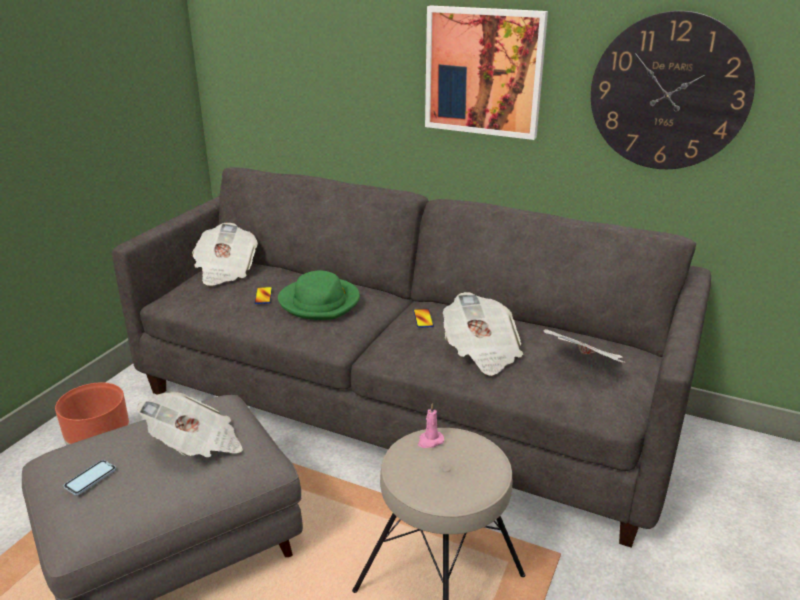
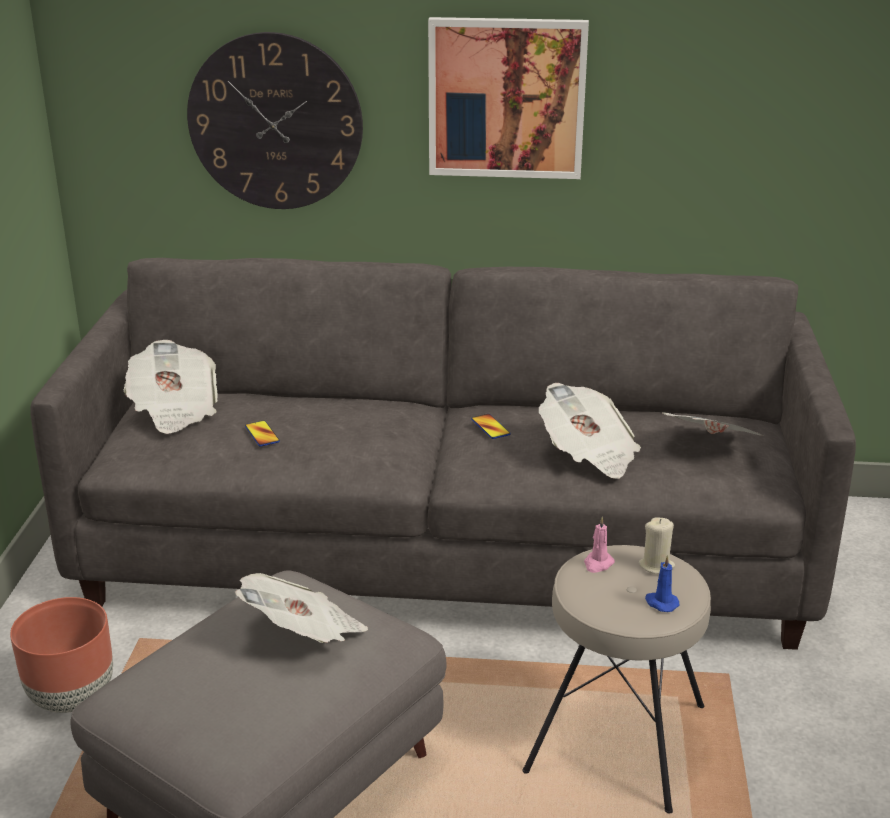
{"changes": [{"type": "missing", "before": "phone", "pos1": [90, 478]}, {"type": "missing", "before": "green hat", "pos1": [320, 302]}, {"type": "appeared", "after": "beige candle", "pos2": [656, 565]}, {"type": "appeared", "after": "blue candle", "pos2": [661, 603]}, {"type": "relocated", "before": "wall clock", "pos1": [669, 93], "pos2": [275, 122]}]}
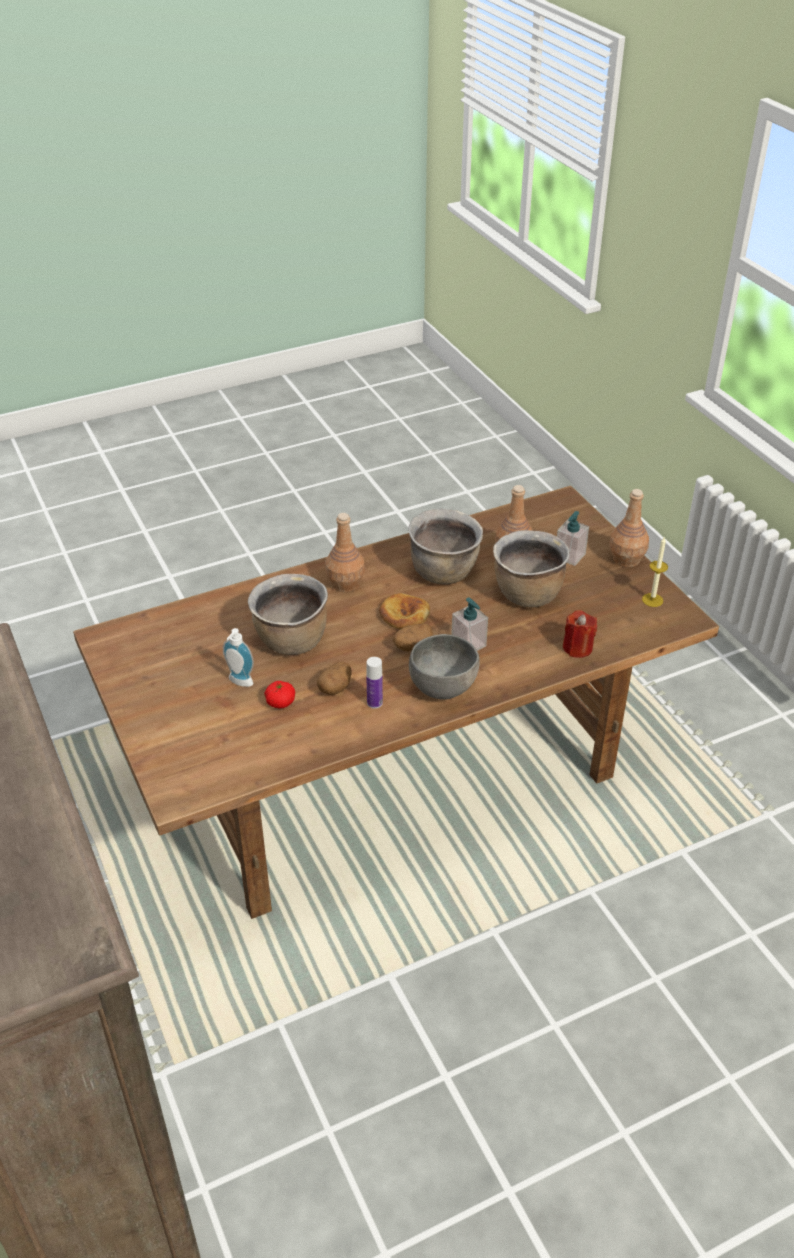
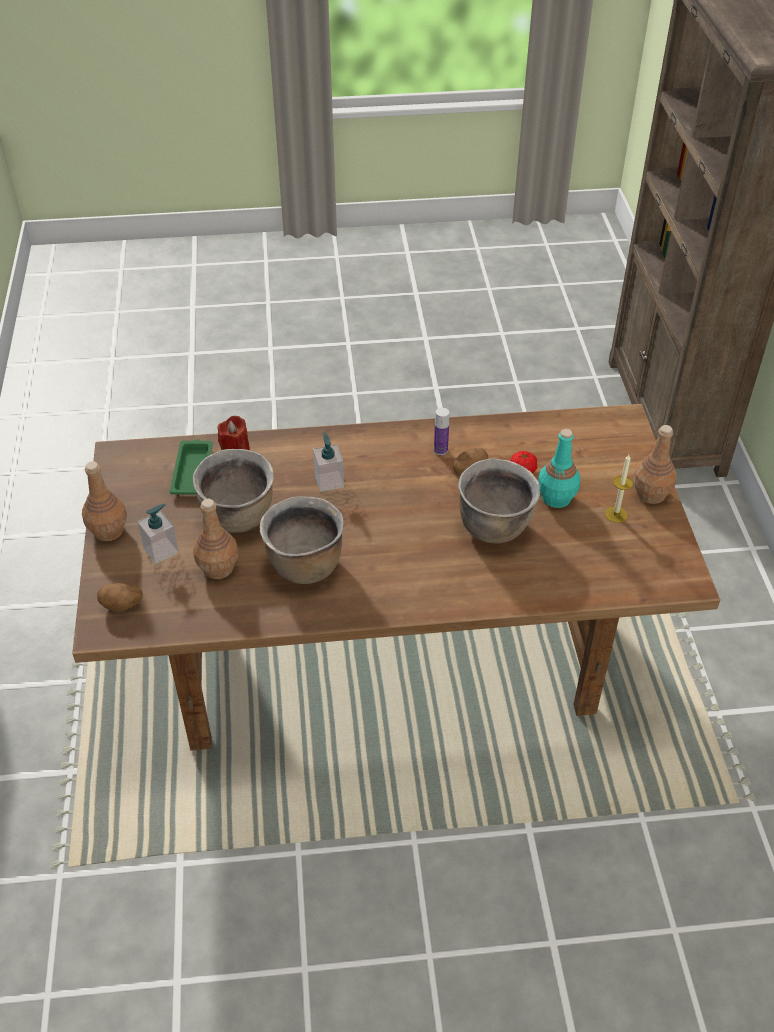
{"changes": [{"type": "missing", "before": "bread", "pos1": [404, 615]}, {"type": "missing", "before": "grey bowl", "pos1": [443, 688]}, {"type": "appeared", "after": "green tray", "pos2": [192, 470]}, {"type": "relocated", "before": "brown bottle", "pos1": [345, 584], "pos2": [651, 494]}, {"type": "relocated", "before": "potato", "pos1": [412, 647], "pos2": [122, 605]}, {"type": "relocated", "before": "candle", "pos1": [652, 600], "pos2": [616, 514]}, {"type": "exchanged", "before": "soap dispenser", "after": "turquoise bottle", "pos1": [239, 683], "pos2": [555, 498]}]}
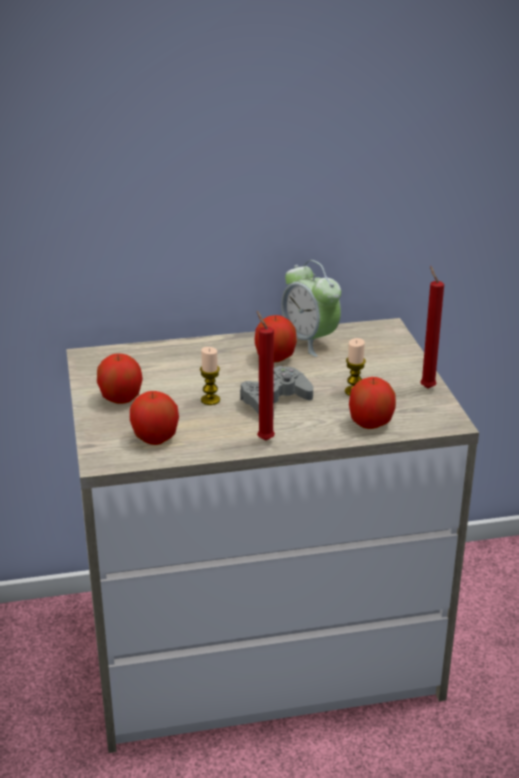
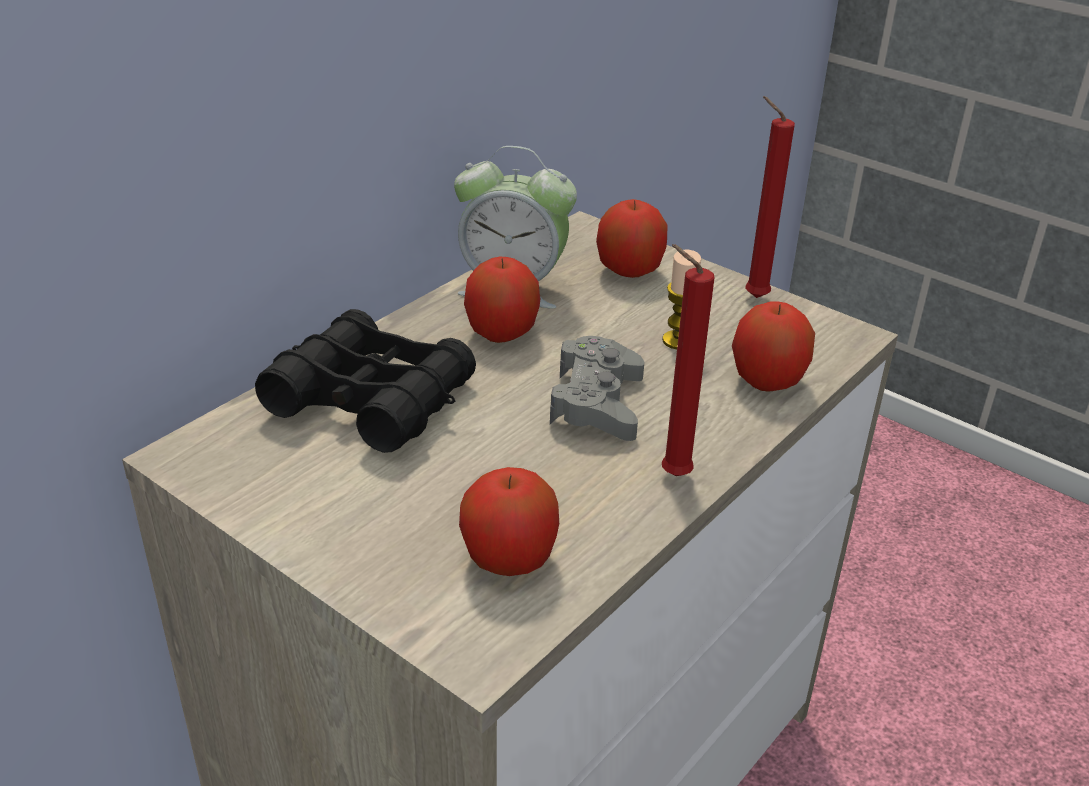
{"changes": [{"type": "missing", "before": "candle", "pos1": [210, 400]}, {"type": "appeared", "after": "black binoculars", "pos2": [371, 399]}, {"type": "relocated", "before": "apple", "pos1": [121, 399], "pos2": [629, 271]}]}
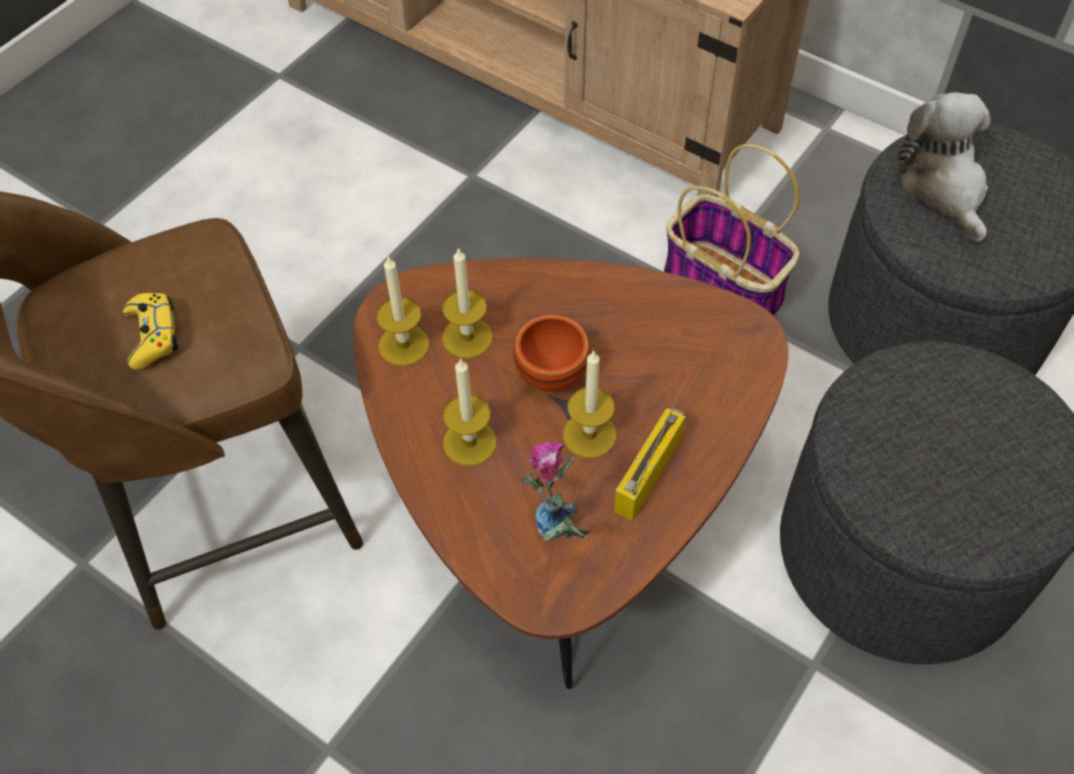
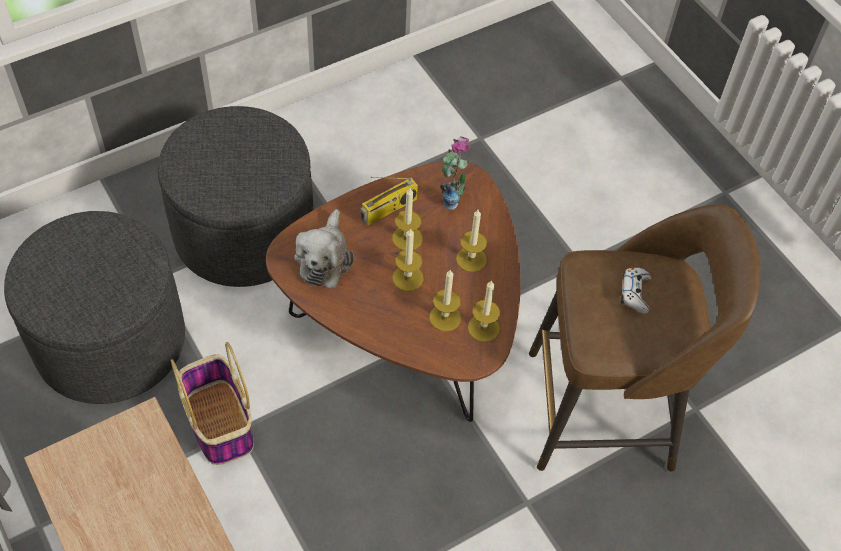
{"changes": [{"type": "relocated", "before": "plush toy", "pos1": [943, 188], "pos2": [324, 258]}, {"type": "exchanged", "before": "brown bowl", "after": "candle", "pos1": [552, 372], "pos2": [407, 278]}, {"type": "colour", "before": "yellow game controller", "after": "white game controller", "pos1": [152, 336], "pos2": [635, 293]}]}
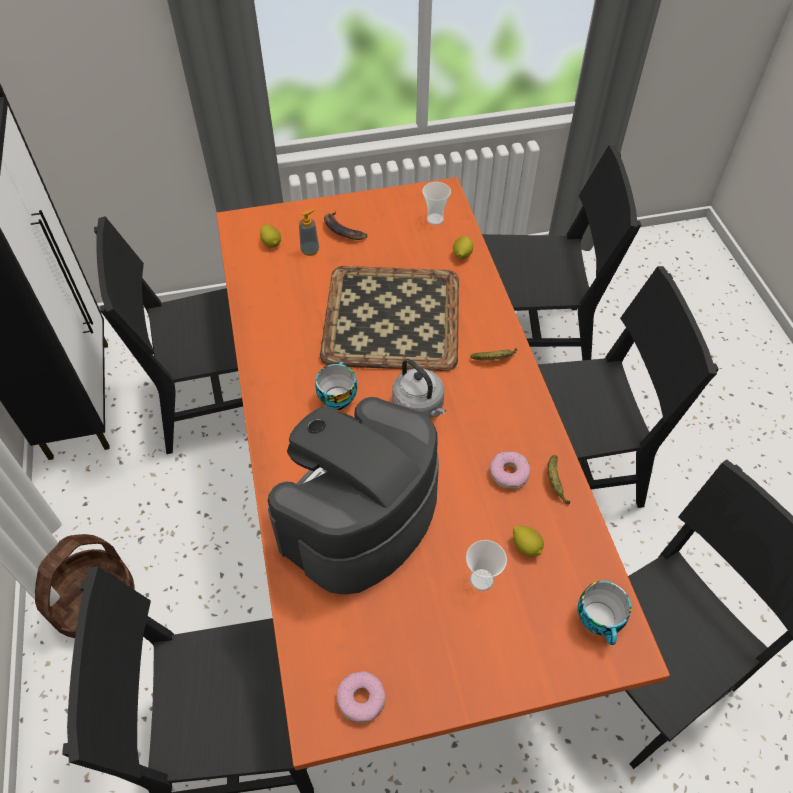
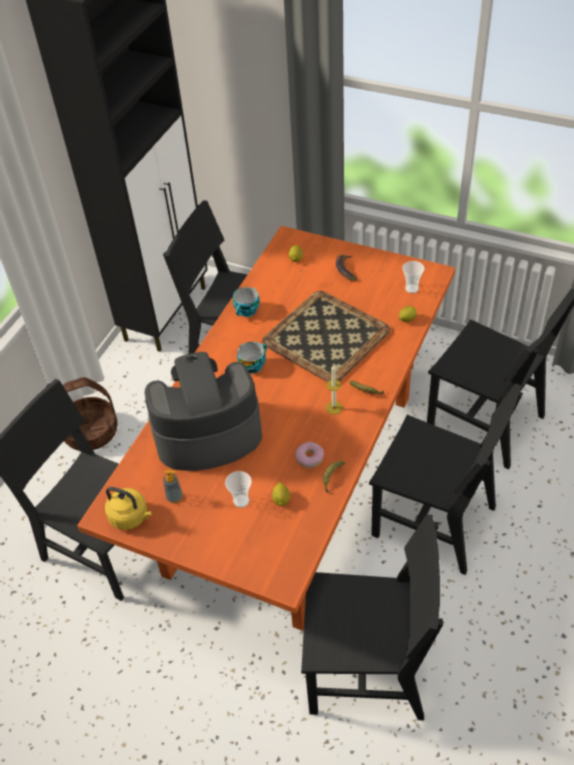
{"changes": [{"type": "missing", "before": "grey kettle", "pos1": [420, 407]}, {"type": "appeared", "after": "candle", "pos2": [334, 407]}, {"type": "relocated", "before": "soap dispenser", "pos1": [310, 250], "pos2": [174, 497]}, {"type": "relocated", "before": "cup", "pos1": [600, 620], "pos2": [247, 311]}, {"type": "exchanged", "before": "donut", "after": "yellow kettle", "pos1": [361, 699], "pos2": [131, 517]}]}
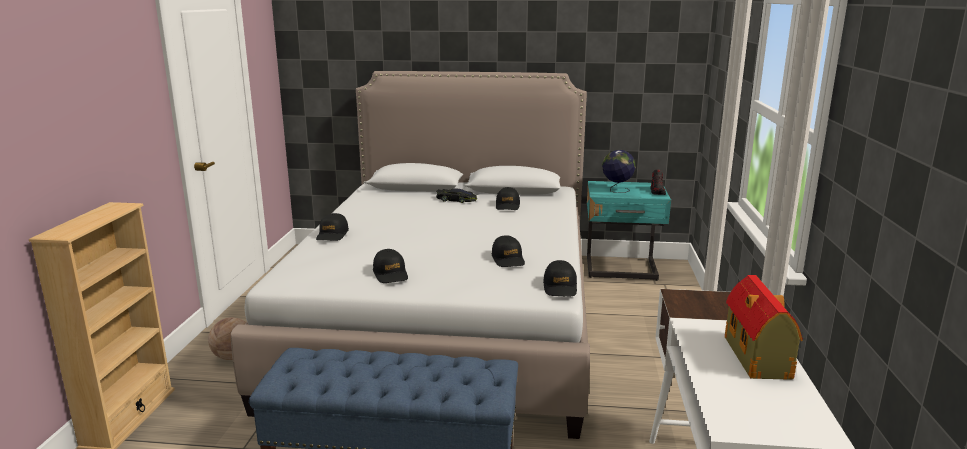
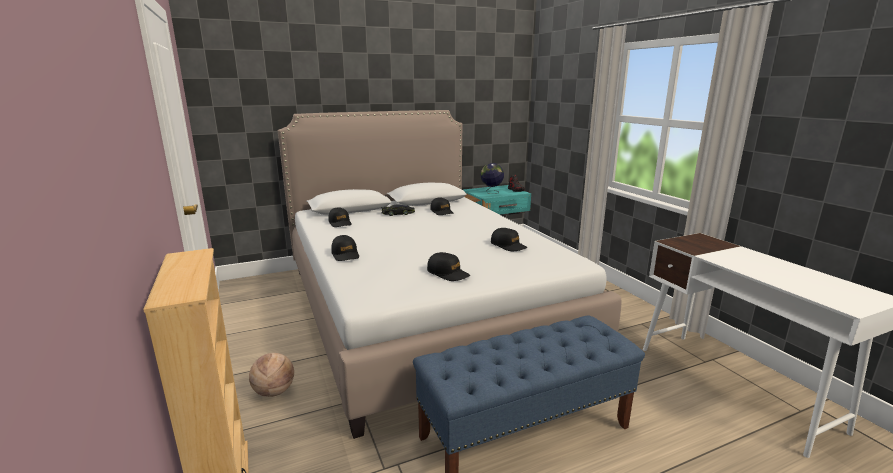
{"changes": [{"type": "missing", "before": "toy house", "pos1": [757, 358]}, {"type": "relocated", "before": "black cap", "pos1": [560, 287], "pos2": [340, 223]}]}
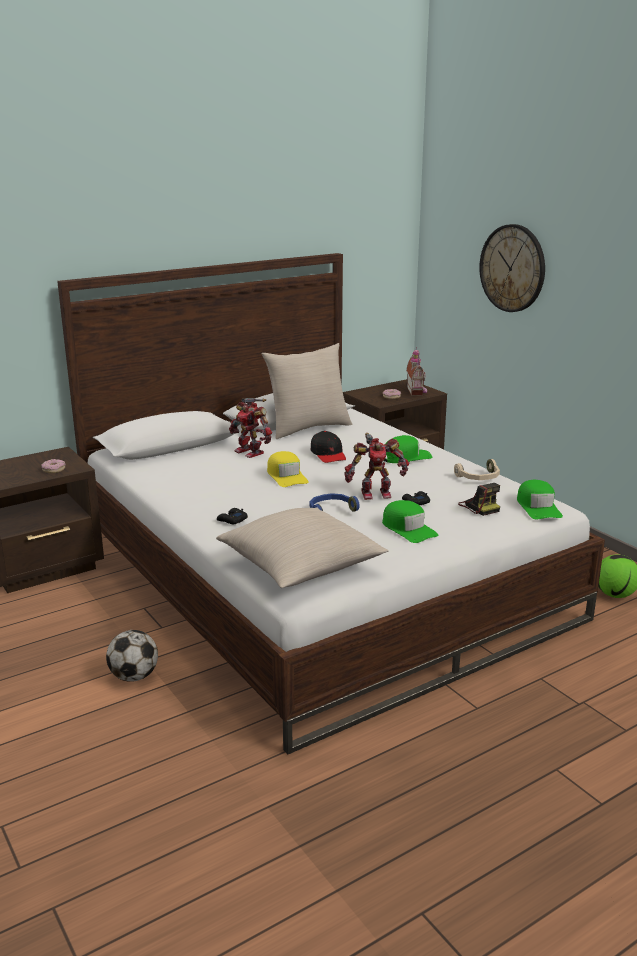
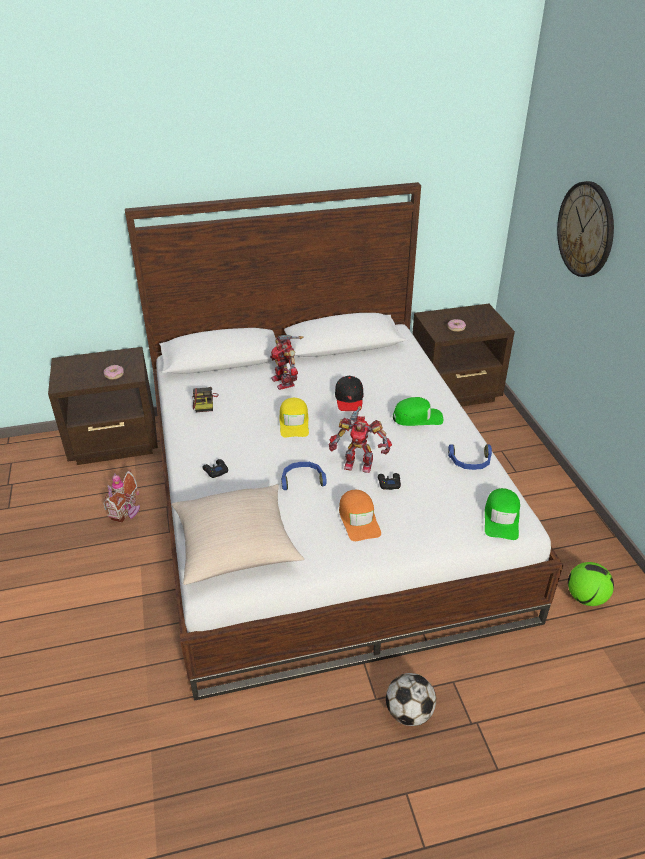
{"changes": [{"type": "missing", "before": "beige pillow", "pos1": [308, 428]}, {"type": "relocated", "before": "football", "pos1": [134, 676], "pos2": [409, 712]}, {"type": "relocated", "before": "toy house", "pos1": [417, 391], "pos2": [127, 511]}, {"type": "relocated", "before": "photo camera", "pos1": [479, 507], "pos2": [204, 402]}, {"type": "colour", "before": "green cap", "after": "orange cap", "pos1": [408, 529], "pos2": [359, 519]}, {"type": "colour", "before": "beige headphones", "after": "blue headphones", "pos1": [479, 478], "pos2": [470, 462]}]}
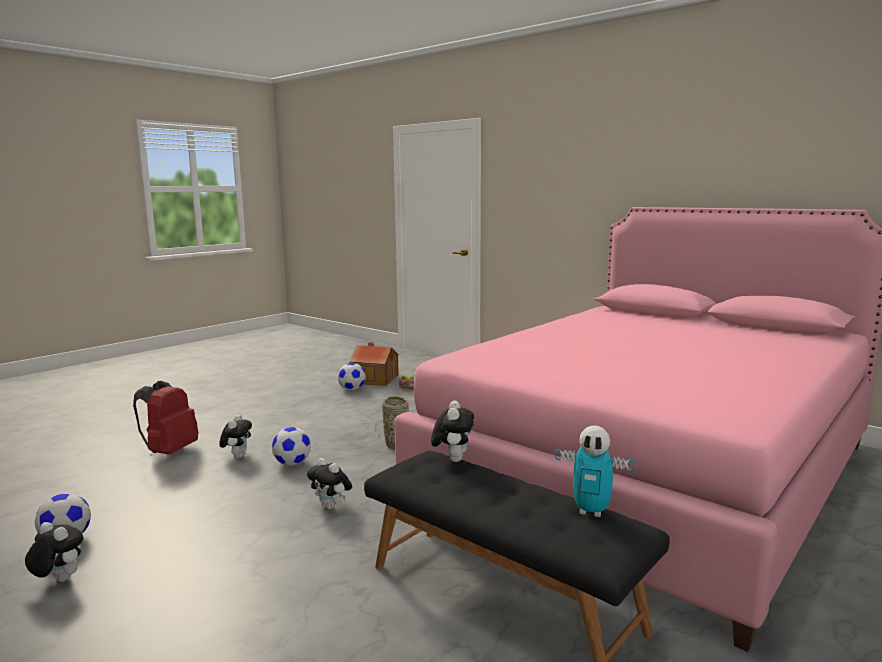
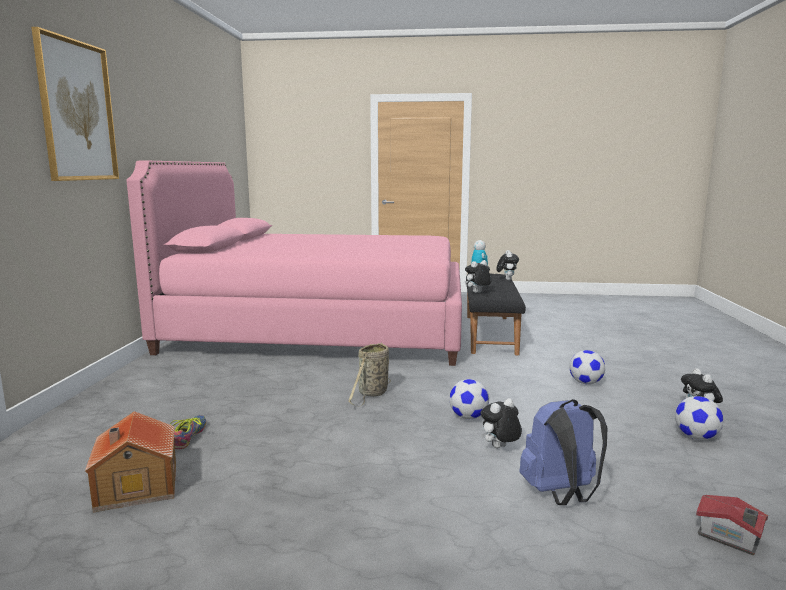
{"changes": [{"type": "appeared", "after": "picture", "pos2": [77, 111]}, {"type": "appeared", "after": "toy house", "pos2": [730, 538]}, {"type": "relocated", "before": "plush toy", "pos1": [331, 507], "pos2": [506, 279]}, {"type": "relocated", "before": "football", "pos1": [352, 389], "pos2": [586, 383]}, {"type": "colour", "before": "red backpack", "after": "blue backpack", "pos1": [169, 451], "pos2": [561, 495]}]}
